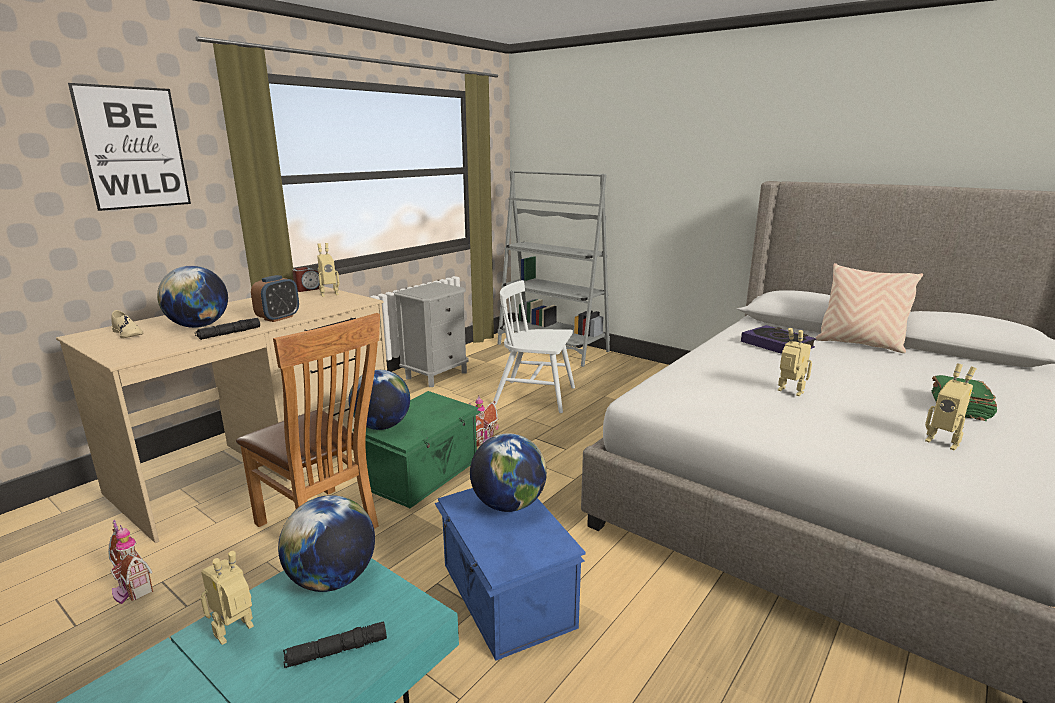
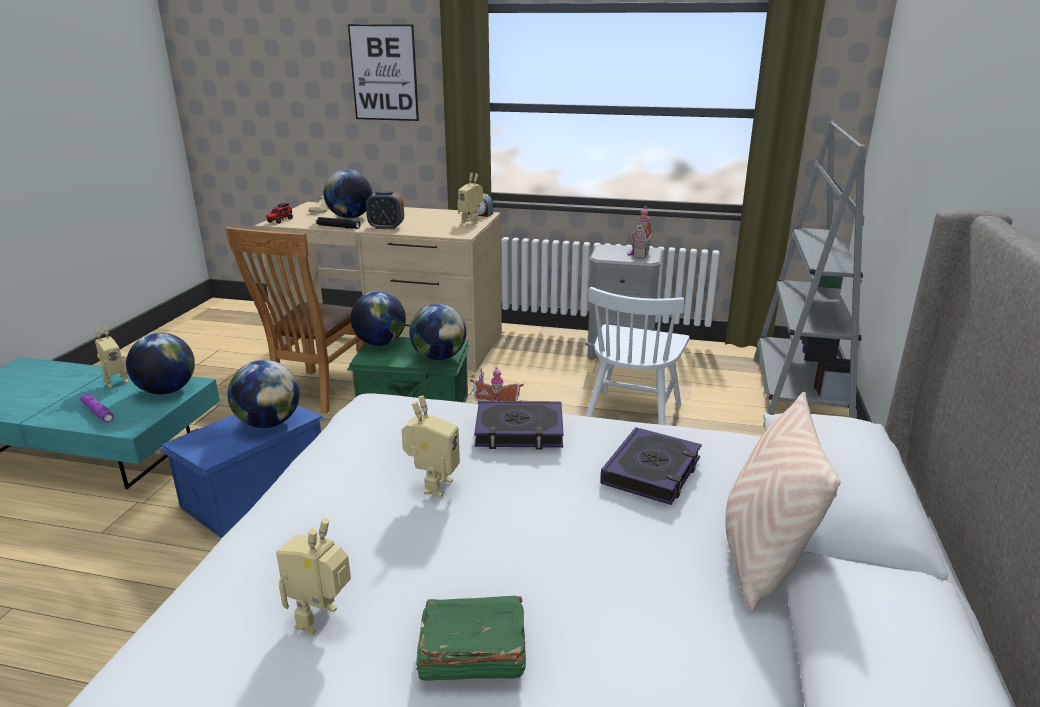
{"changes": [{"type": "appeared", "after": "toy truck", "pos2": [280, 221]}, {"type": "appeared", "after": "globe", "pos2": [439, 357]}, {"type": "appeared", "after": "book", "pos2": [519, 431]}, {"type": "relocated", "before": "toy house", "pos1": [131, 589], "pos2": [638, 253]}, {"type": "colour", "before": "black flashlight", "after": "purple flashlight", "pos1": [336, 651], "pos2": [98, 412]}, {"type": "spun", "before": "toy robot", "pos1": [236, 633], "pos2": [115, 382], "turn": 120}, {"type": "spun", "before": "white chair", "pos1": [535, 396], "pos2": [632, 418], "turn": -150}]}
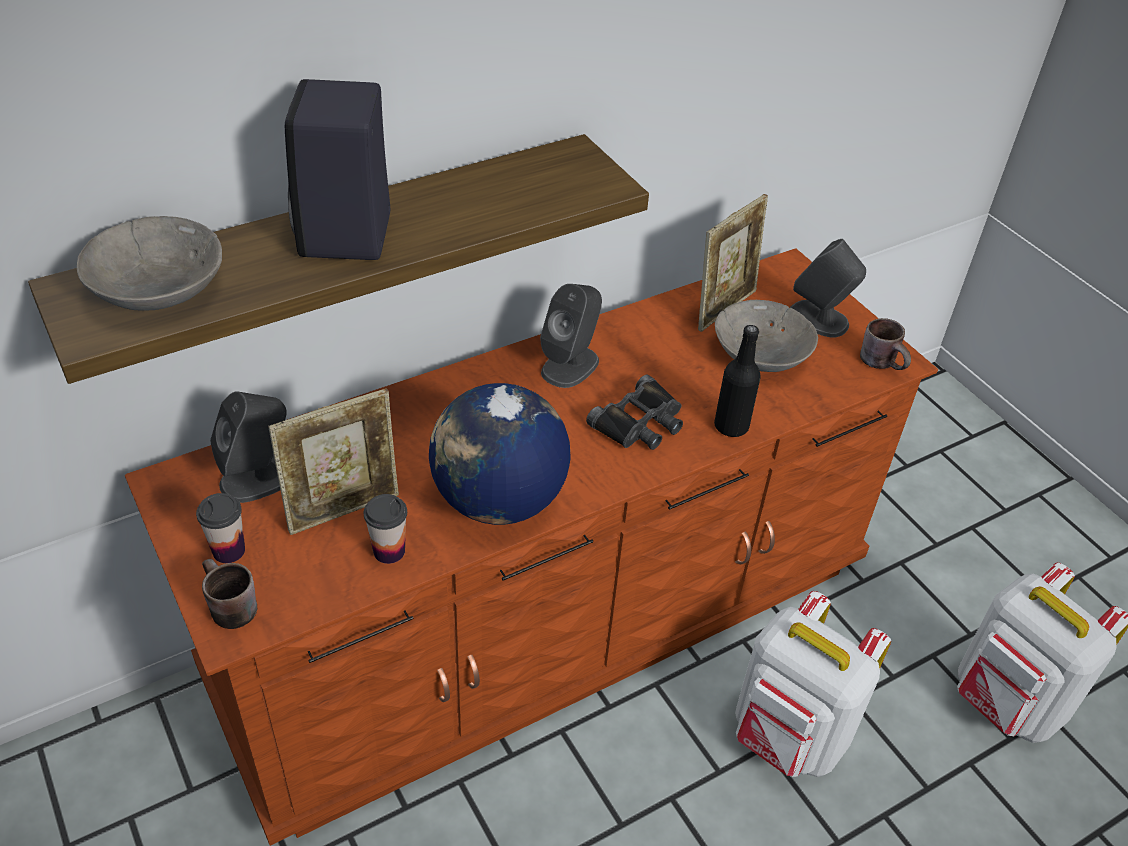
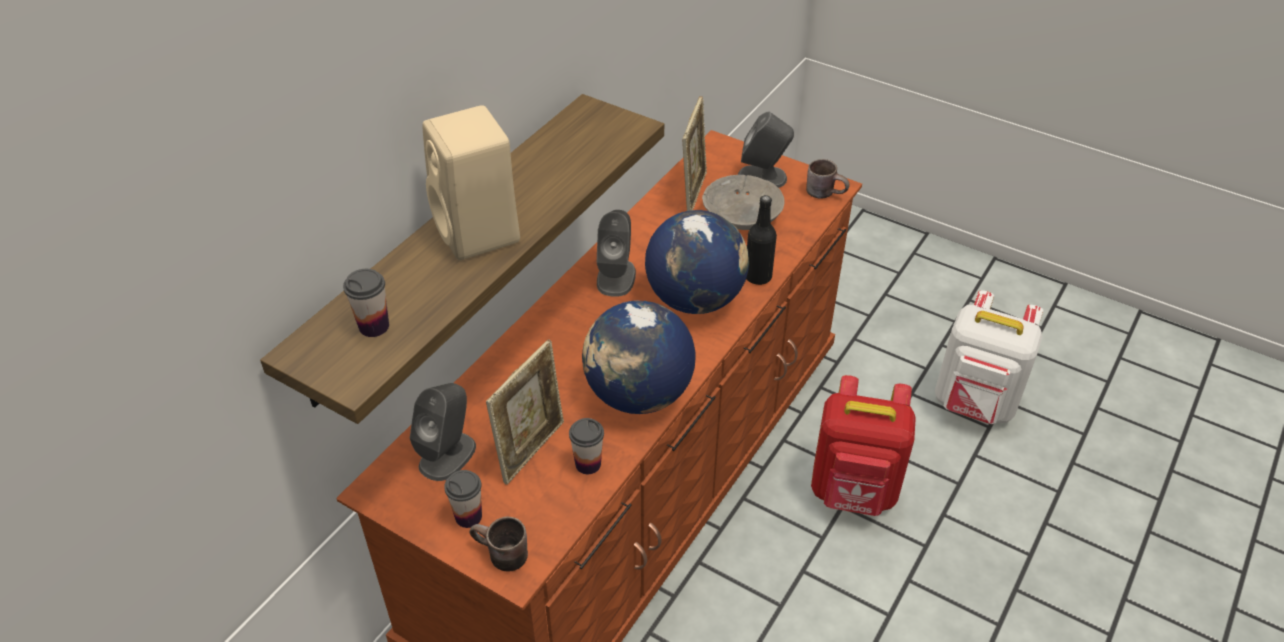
{"changes": [{"type": "exchanged", "before": "grey bowl", "after": "cup", "pos1": [158, 290], "pos2": [374, 326]}, {"type": "exchanged", "before": "black binoculars", "after": "globe", "pos1": [640, 423], "pos2": [695, 299]}, {"type": "colour", "before": "black speaker", "after": "beige speaker", "pos1": [346, 237], "pos2": [479, 233]}, {"type": "colour", "before": "white backpack", "after": "red backpack", "pos1": [788, 738], "pos2": [854, 492]}]}
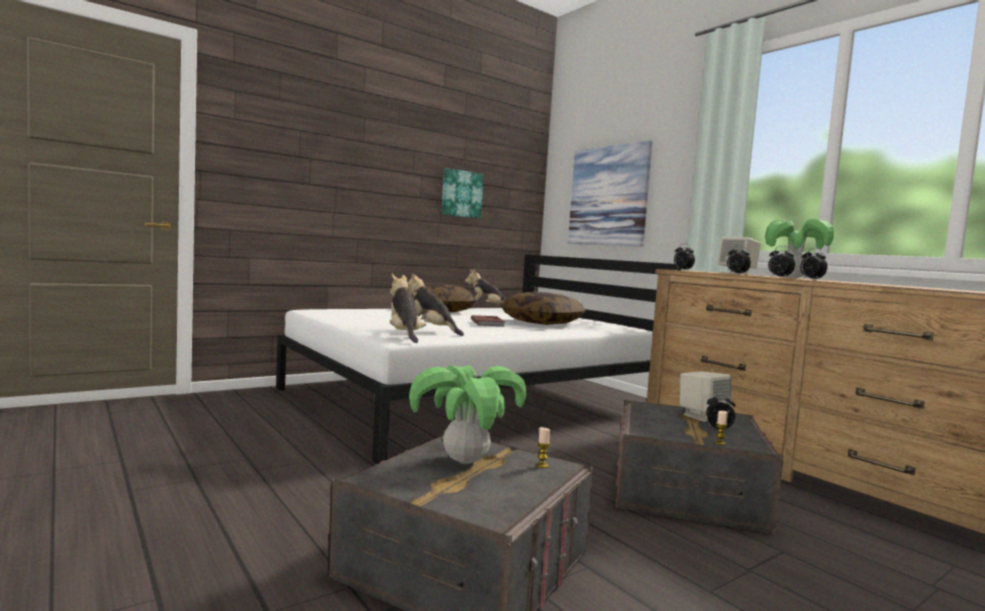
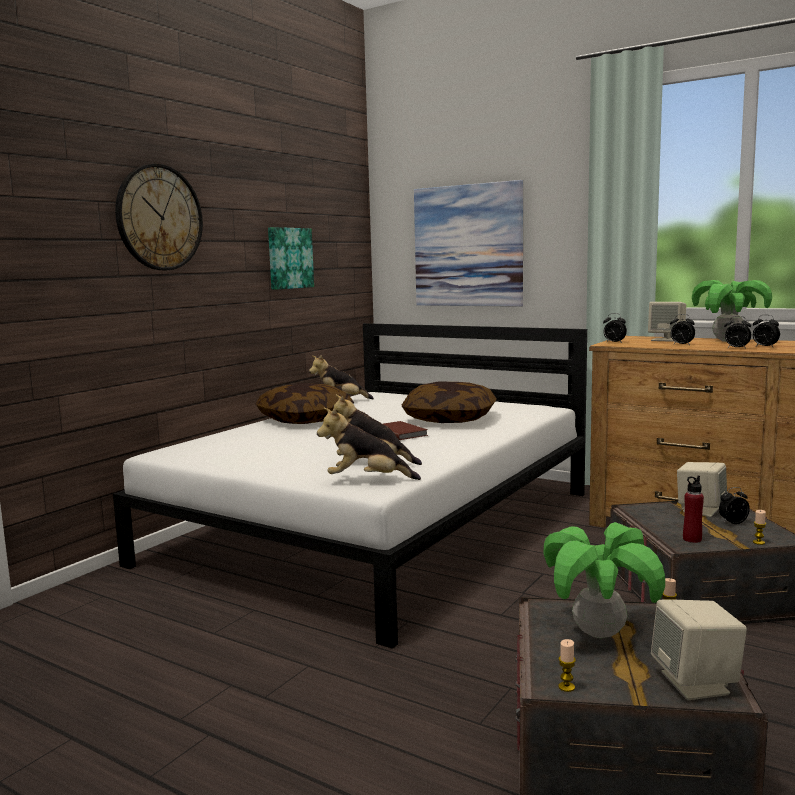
{"changes": [{"type": "appeared", "after": "wall clock", "pos2": [159, 218]}, {"type": "appeared", "after": "candle", "pos2": [566, 687]}, {"type": "appeared", "after": "beige speaker", "pos2": [696, 683]}, {"type": "appeared", "after": "red bottle", "pos2": [692, 539]}, {"type": "spun", "before": "plush toy", "pos1": [404, 336], "pos2": [367, 480], "turn": -45}]}
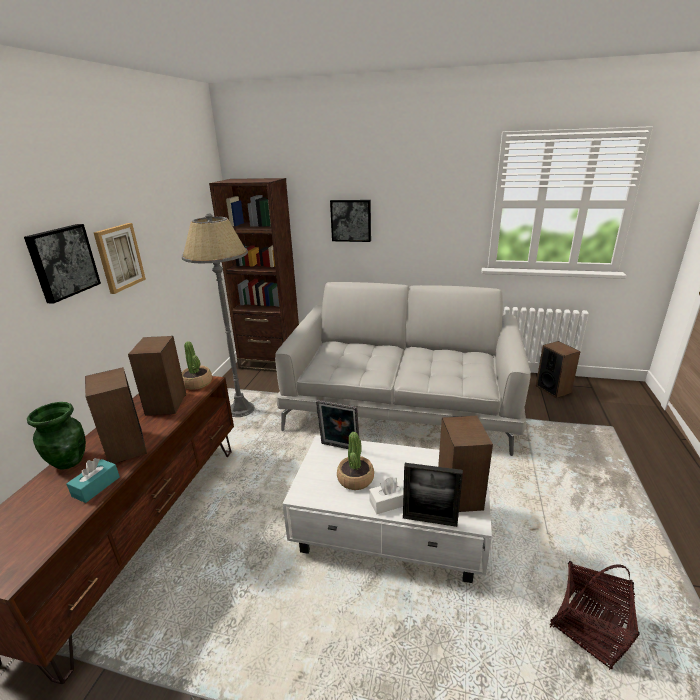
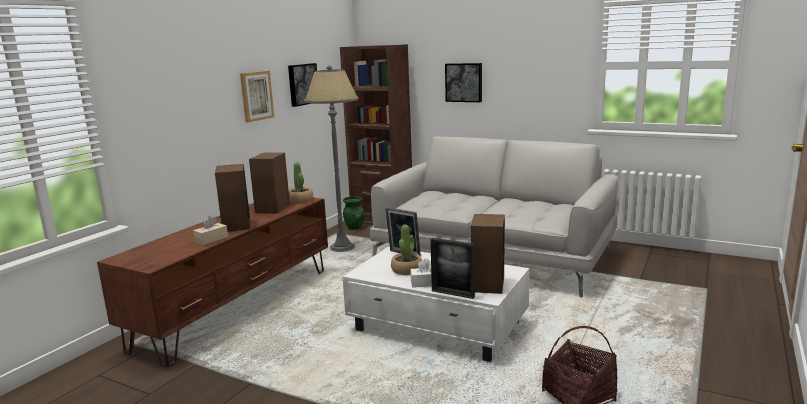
{"changes": [{"type": "missing", "before": "speaker", "pos1": [553, 389]}, {"type": "relocated", "before": "picture", "pos1": [62, 262], "pos2": [302, 84]}, {"type": "relocated", "before": "green vase", "pos1": [69, 461], "pos2": [354, 227]}, {"type": "colour", "before": "turquoise tissue box", "after": "beige tissue box", "pos1": [96, 486], "pos2": [211, 239]}]}
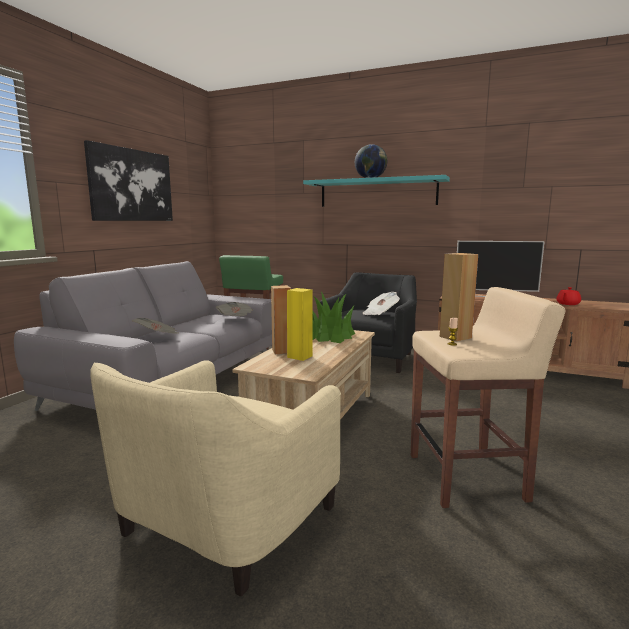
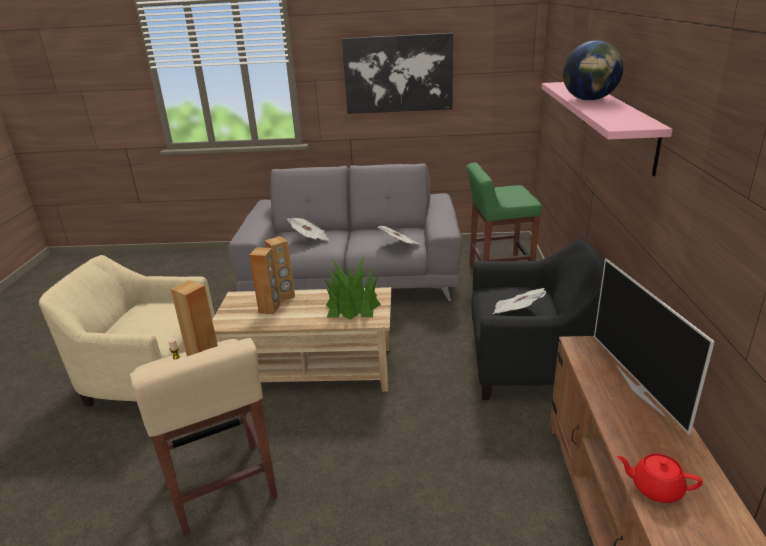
{"changes": [{"type": "colour", "before": "yellow speaker", "after": "brown speaker", "pos1": [300, 356], "pos2": [270, 309]}, {"type": "colour", "before": "turquoise shelf", "after": "pink shelf", "pos1": [377, 193], "pos2": [617, 122]}]}
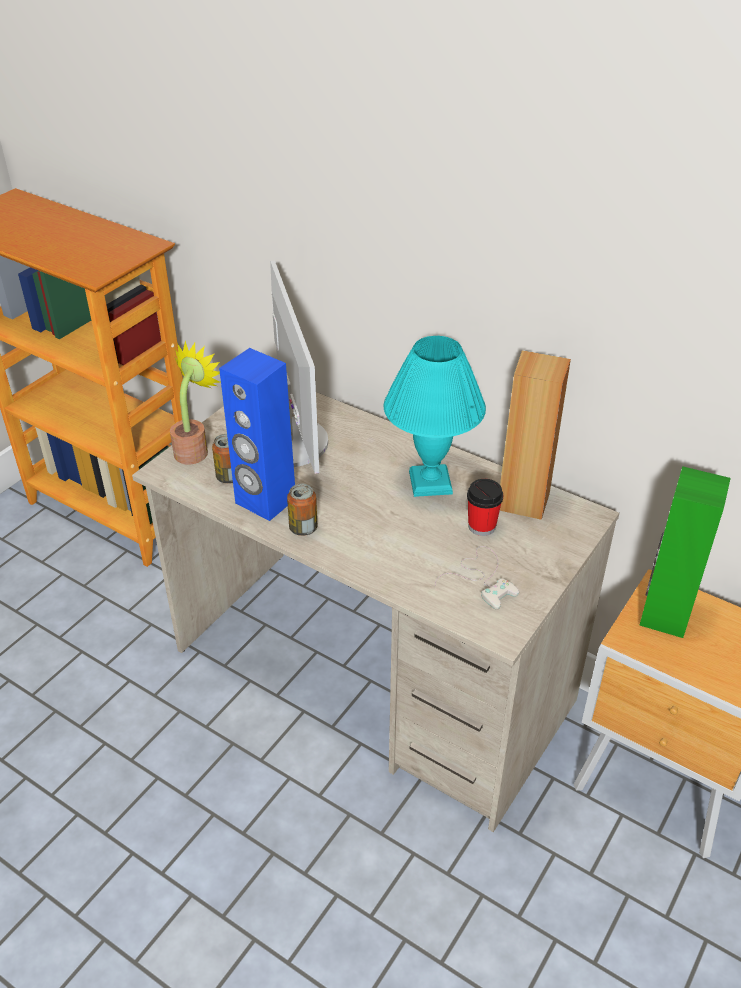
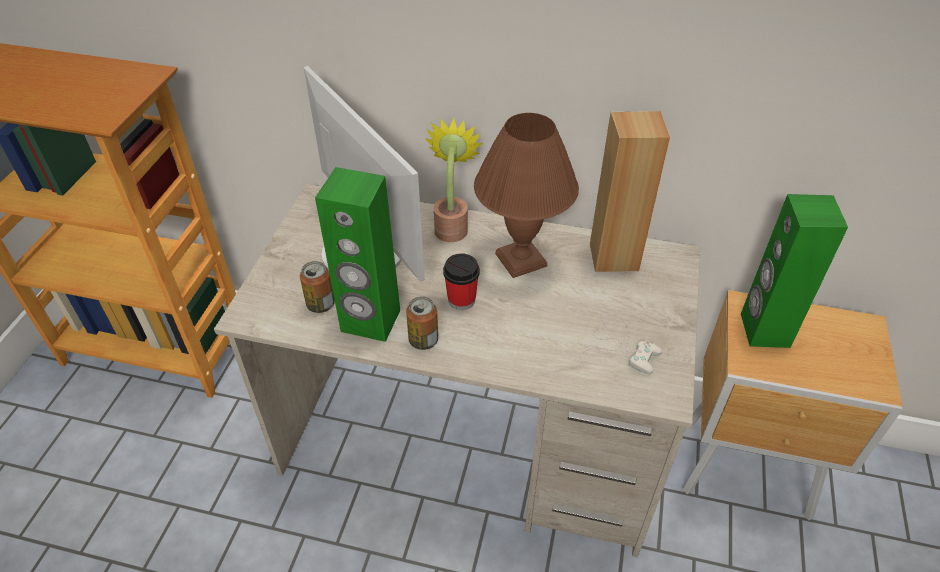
{"changes": [{"type": "relocated", "before": "potted plant", "pos1": [195, 449], "pos2": [452, 226]}, {"type": "relocated", "before": "cup", "pos1": [482, 526], "pos2": [461, 300]}, {"type": "colour", "before": "blue speaker", "after": "green speaker", "pos1": [265, 501], "pos2": [370, 321]}, {"type": "colour", "before": "turquoise table lamp", "after": "brown table lamp", "pos1": [431, 482], "pos2": [521, 259]}]}
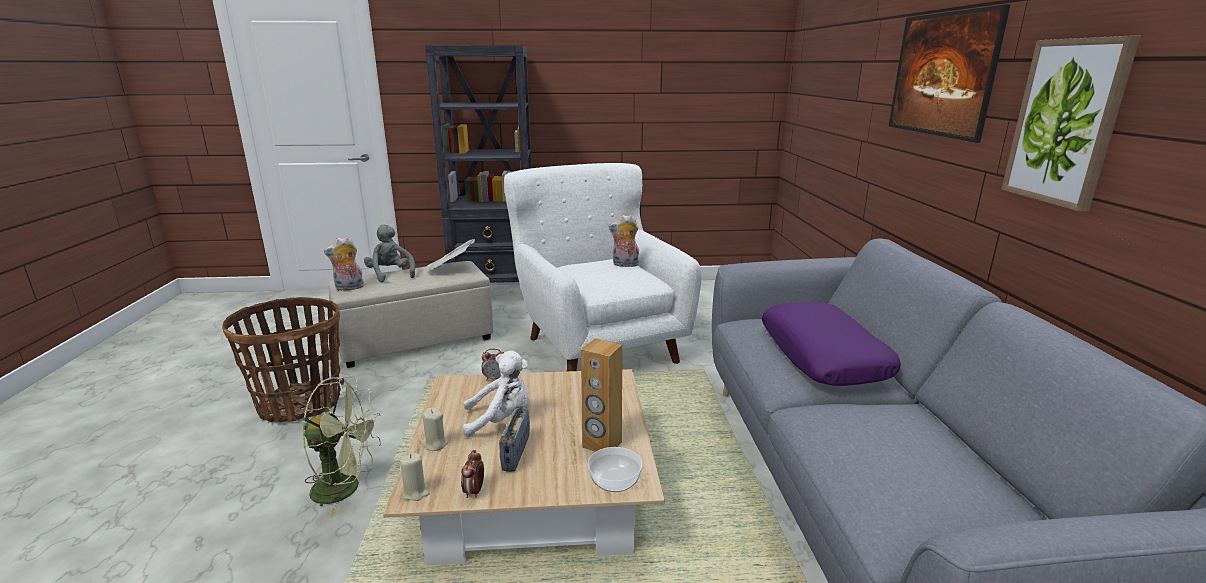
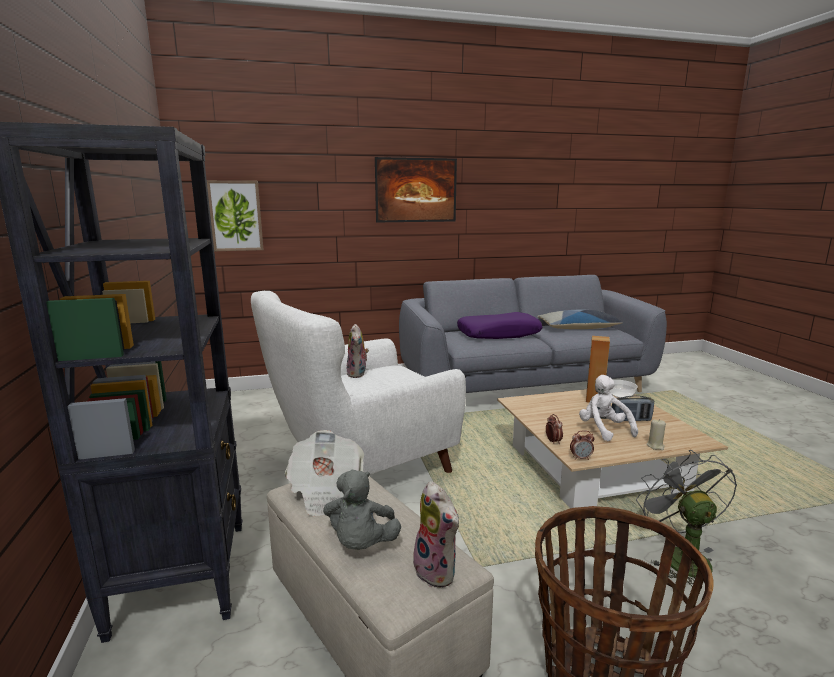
{"changes": [{"type": "missing", "before": "beige candle", "pos1": [416, 492]}, {"type": "appeared", "after": "pillow", "pos2": [578, 328]}, {"type": "relocated", "before": "alarm clock", "pos1": [474, 491], "pos2": [581, 458]}, {"type": "relocated", "before": "picture", "pos1": [1066, 122], "pos2": [236, 216]}, {"type": "colour", "before": "green fan", "after": "grey fan", "pos1": [346, 488], "pos2": [679, 556]}, {"type": "spun", "before": "grey plush toy", "pos1": [391, 275], "pos2": [361, 544], "turn": -45}]}
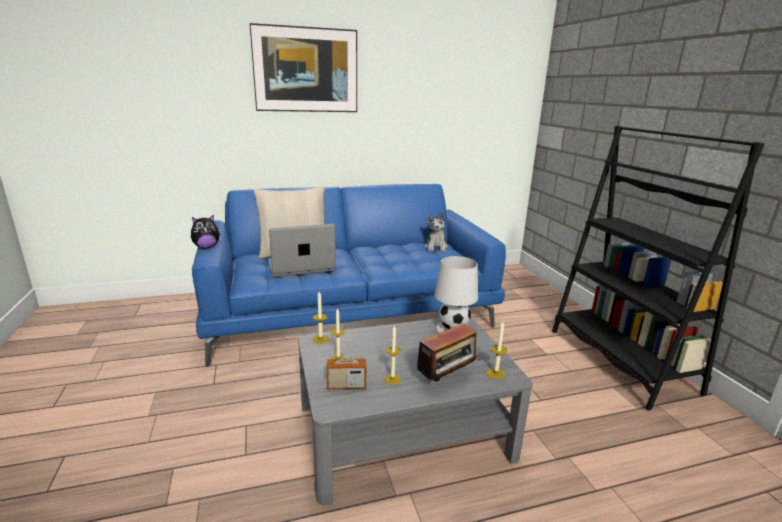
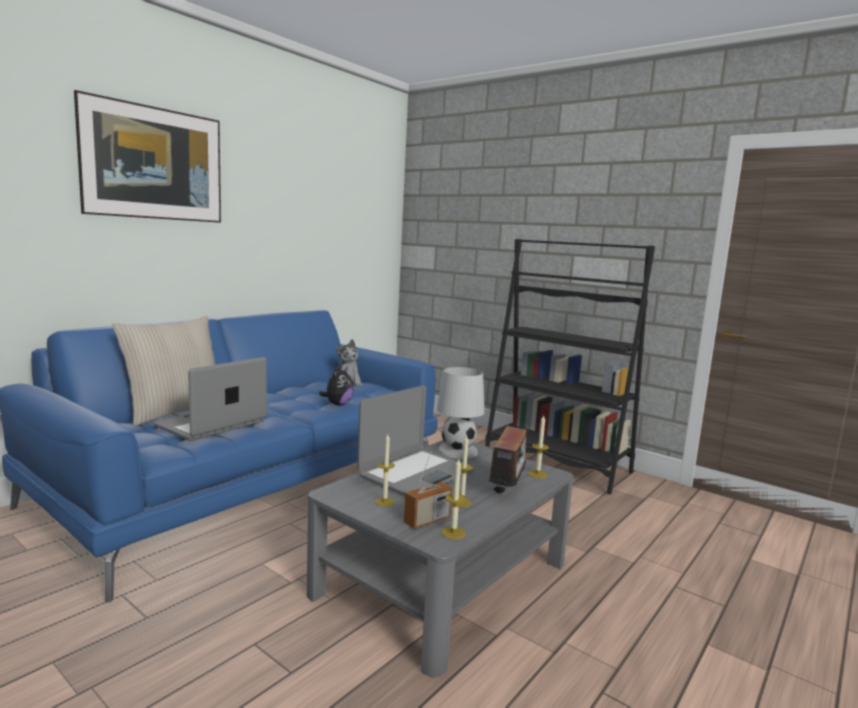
{"changes": [{"type": "appeared", "after": "laptop", "pos2": [416, 474]}, {"type": "relocated", "before": "plush toy", "pos1": [206, 247], "pos2": [338, 404]}, {"type": "relocated", "before": "candle", "pos1": [320, 339], "pos2": [453, 533]}]}
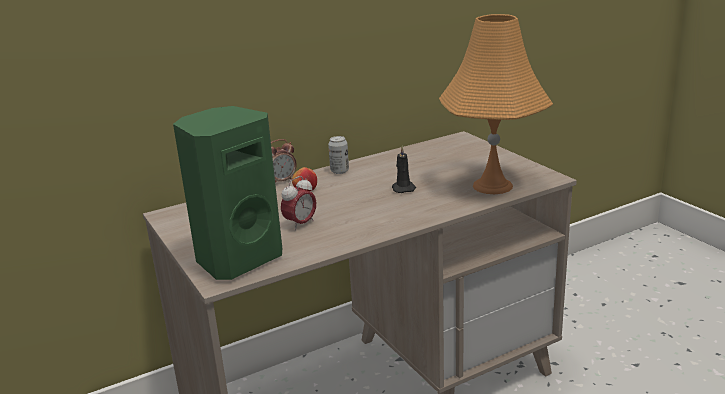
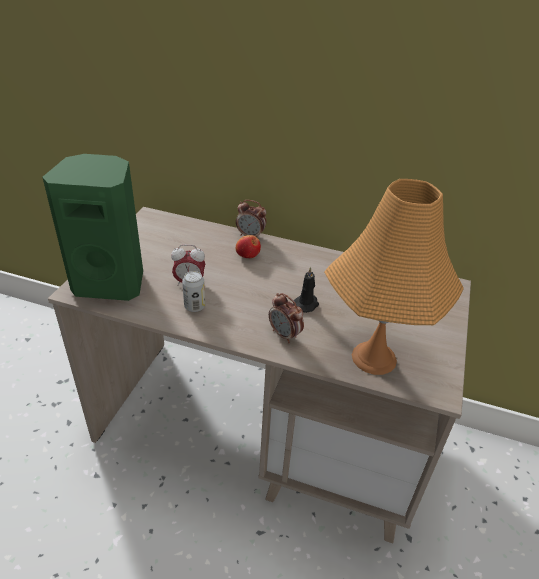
{"changes": [{"type": "appeared", "after": "alarm clock", "pos2": [285, 335]}, {"type": "relocated", "before": "can", "pos1": [339, 171], "pos2": [194, 306]}]}
